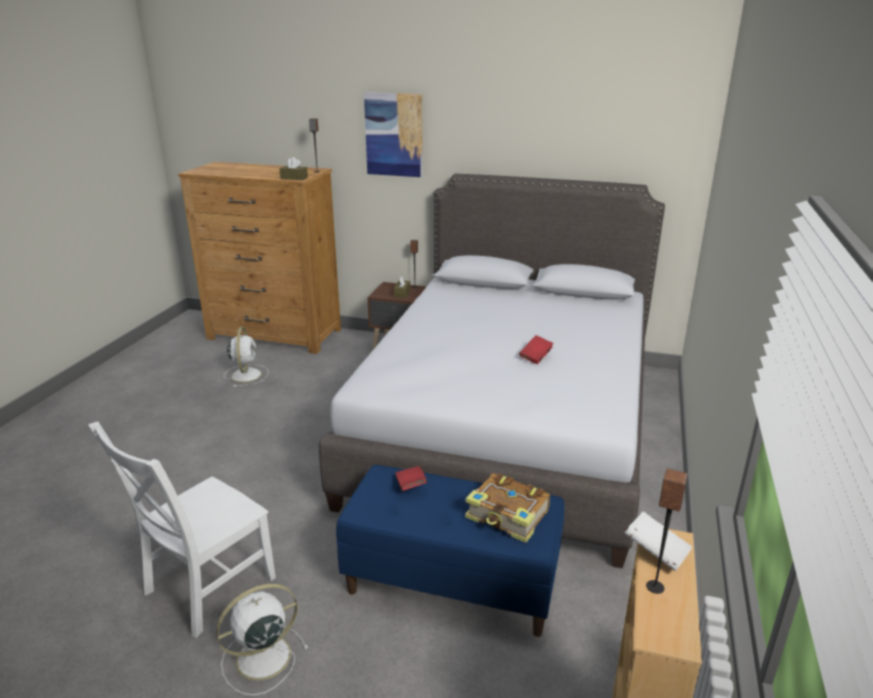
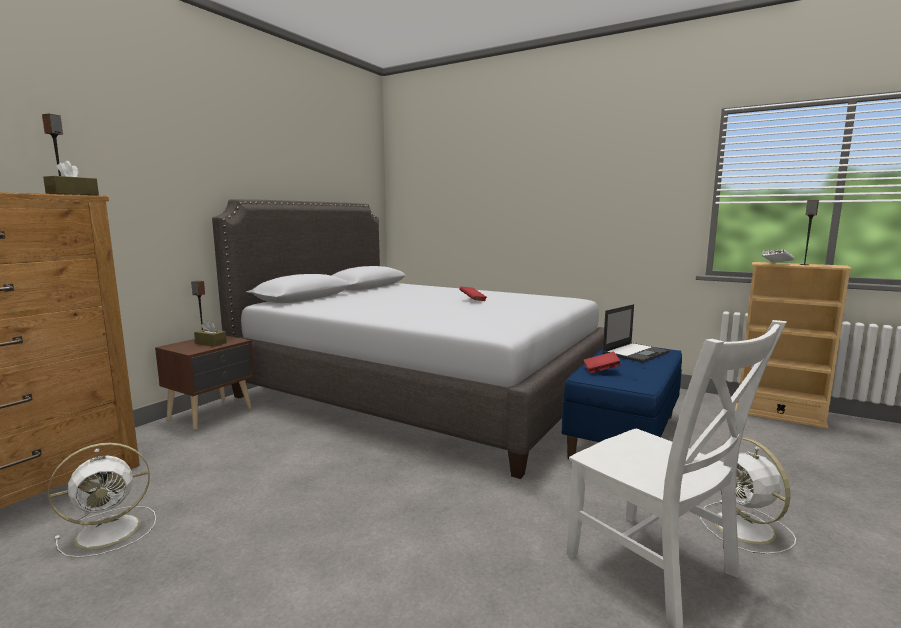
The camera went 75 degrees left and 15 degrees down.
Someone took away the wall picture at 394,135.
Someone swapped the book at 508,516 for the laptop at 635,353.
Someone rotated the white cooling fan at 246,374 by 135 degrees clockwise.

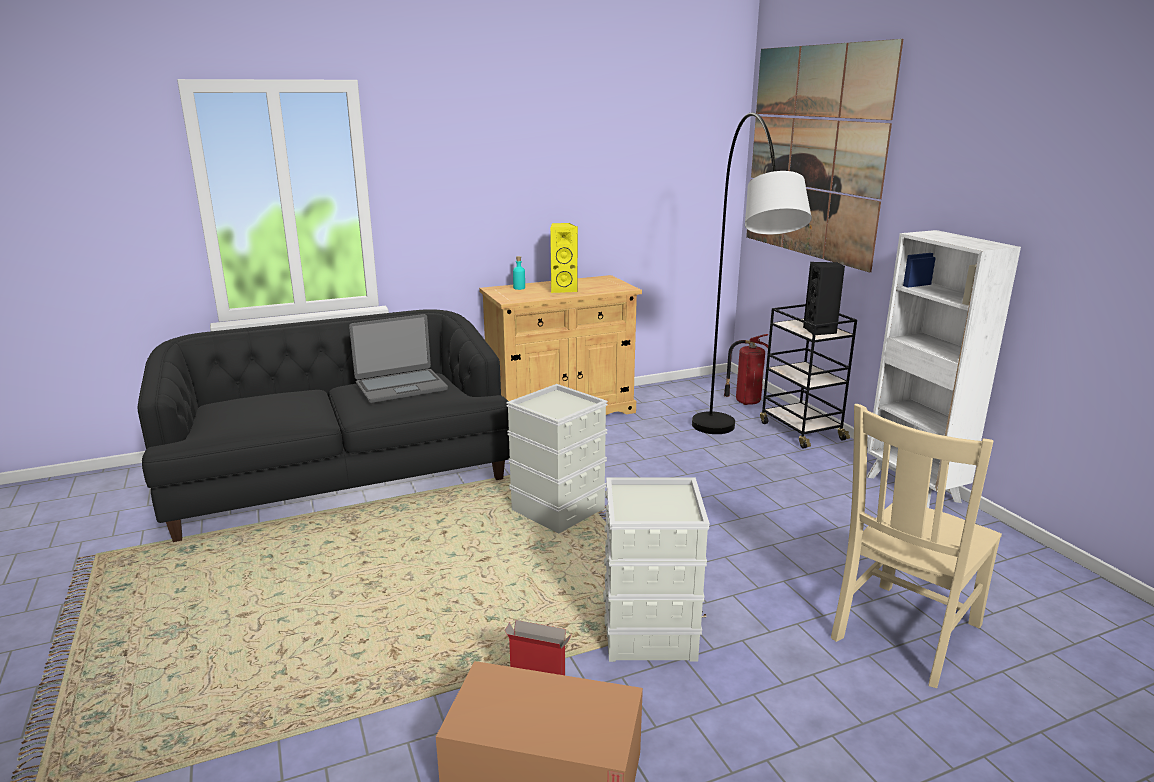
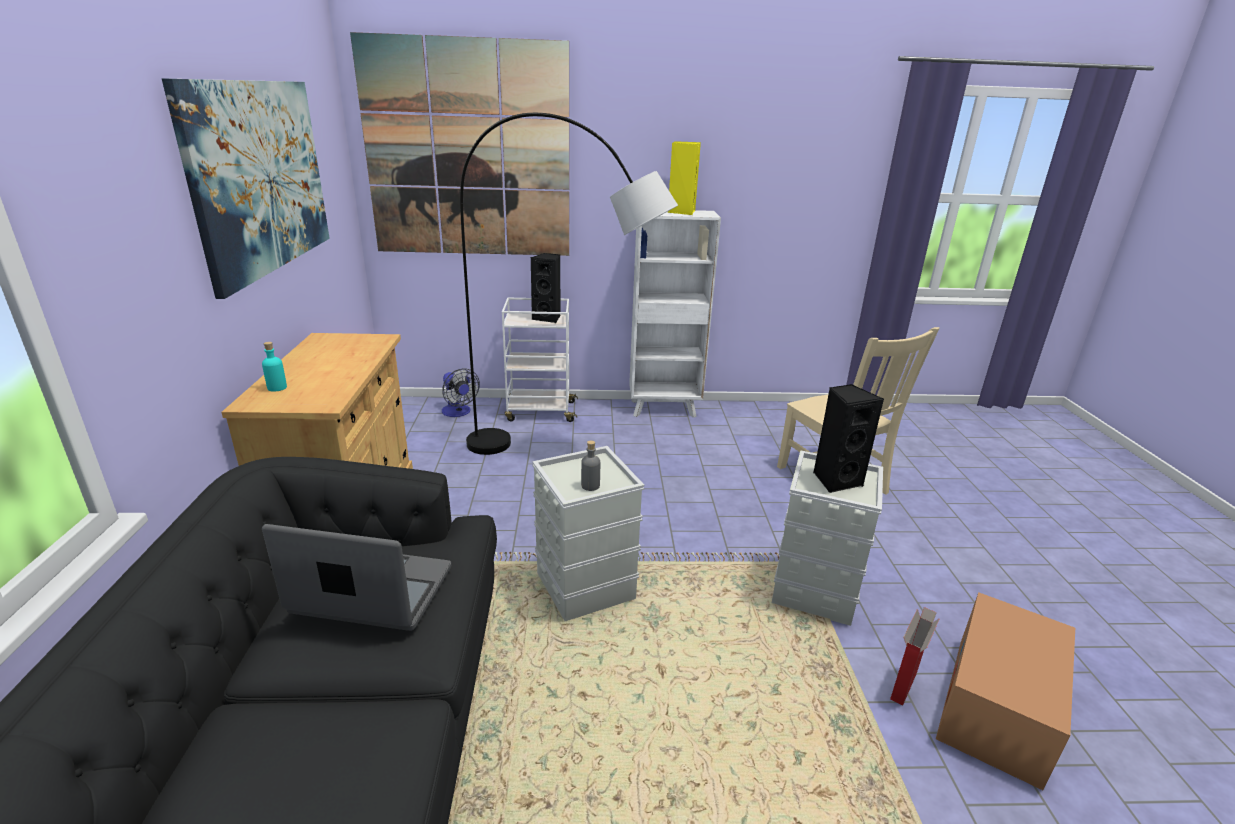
The camera went 70 degrees left and 5 degrees up.
Someone put up the wall picture at 261,177.
Someone put down the gray drink bottle at 590,486.
Someone put down the blackish audio speaker at 835,480.
Someone carried the yellow-coloured audio speaker from 563,289 to 681,212.
Someone swapped the extinguisher at 746,401 for the cooling fan at 458,412.
Someone repainted the blackish wheeled cart at 800,430, which became the white wheeled cart at 539,411.
Someone rotated the laptop at 401,387 by 75 degrees counterclockwise.

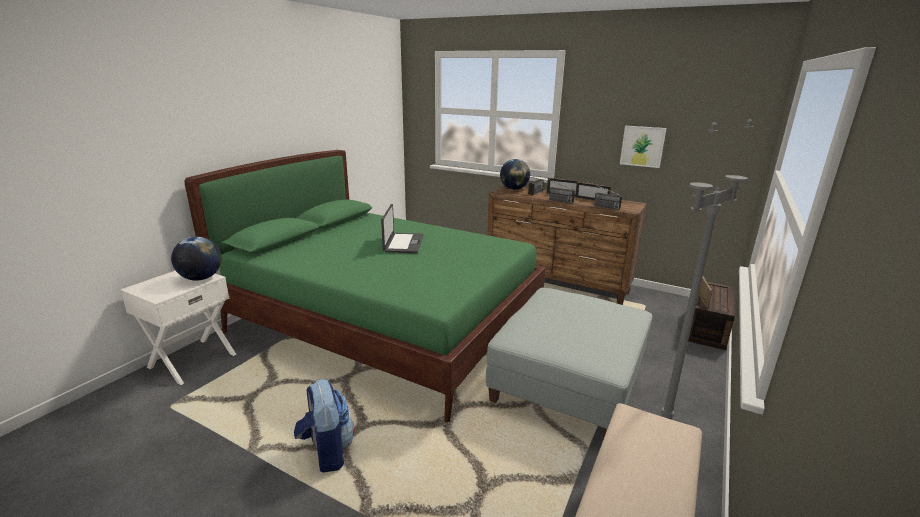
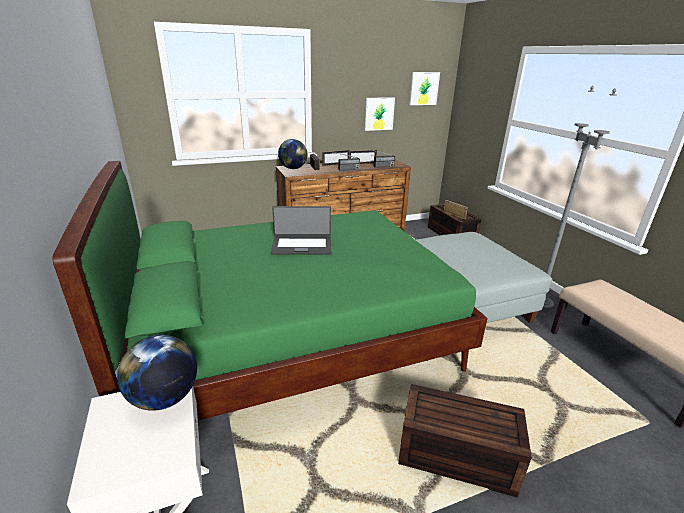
The camera went 50 degrees left and 5 degrees up.
Someone put up the wall picture at 424,88.
Someone swapped the backpack at 327,452 for the brown storage container at 454,456.
Someone rotated the laptop at 403,243 by 135 degrees clockwise.

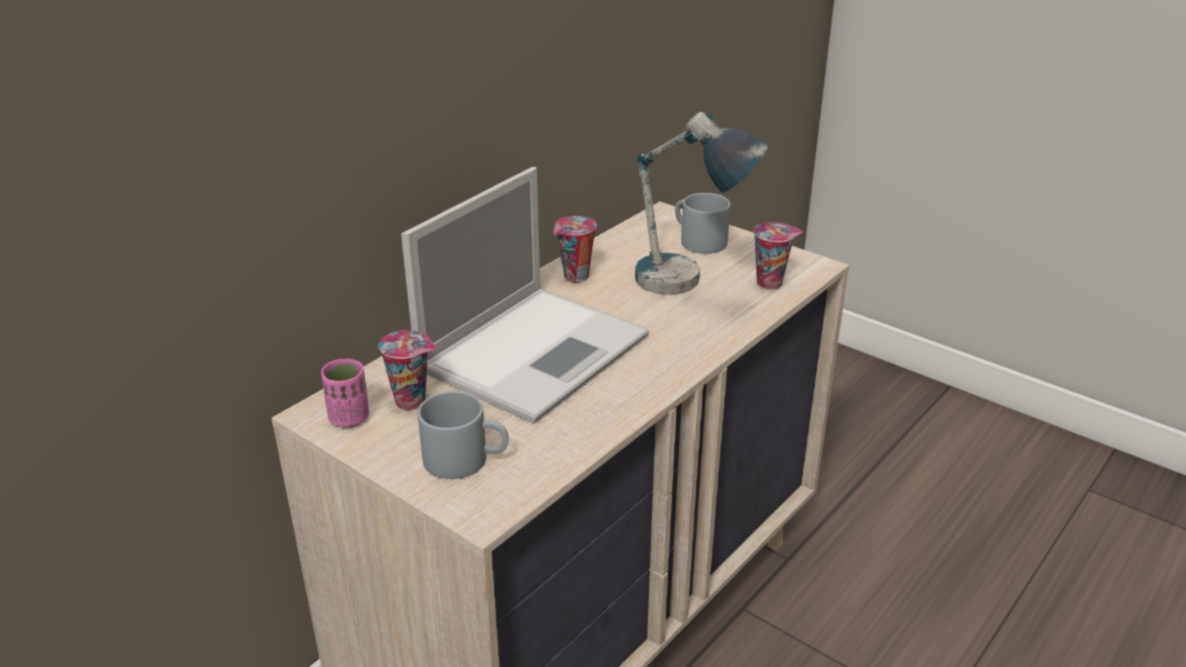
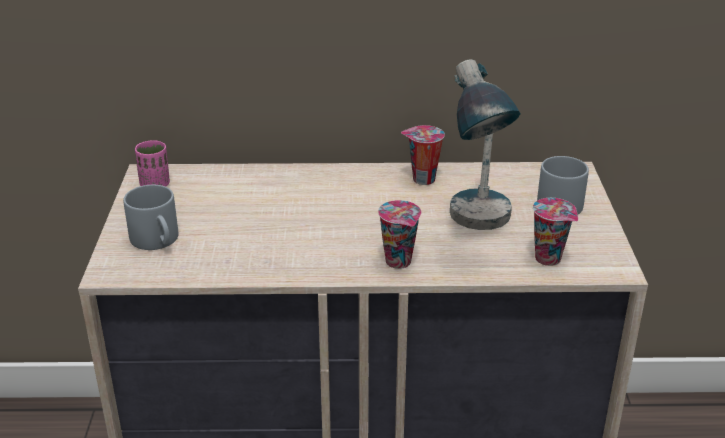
The camera went 50 degrees right and 0 degrees up.
Someone took away the laptop at 536,350.
Someone carried the small cup from 413,401 to 400,262.

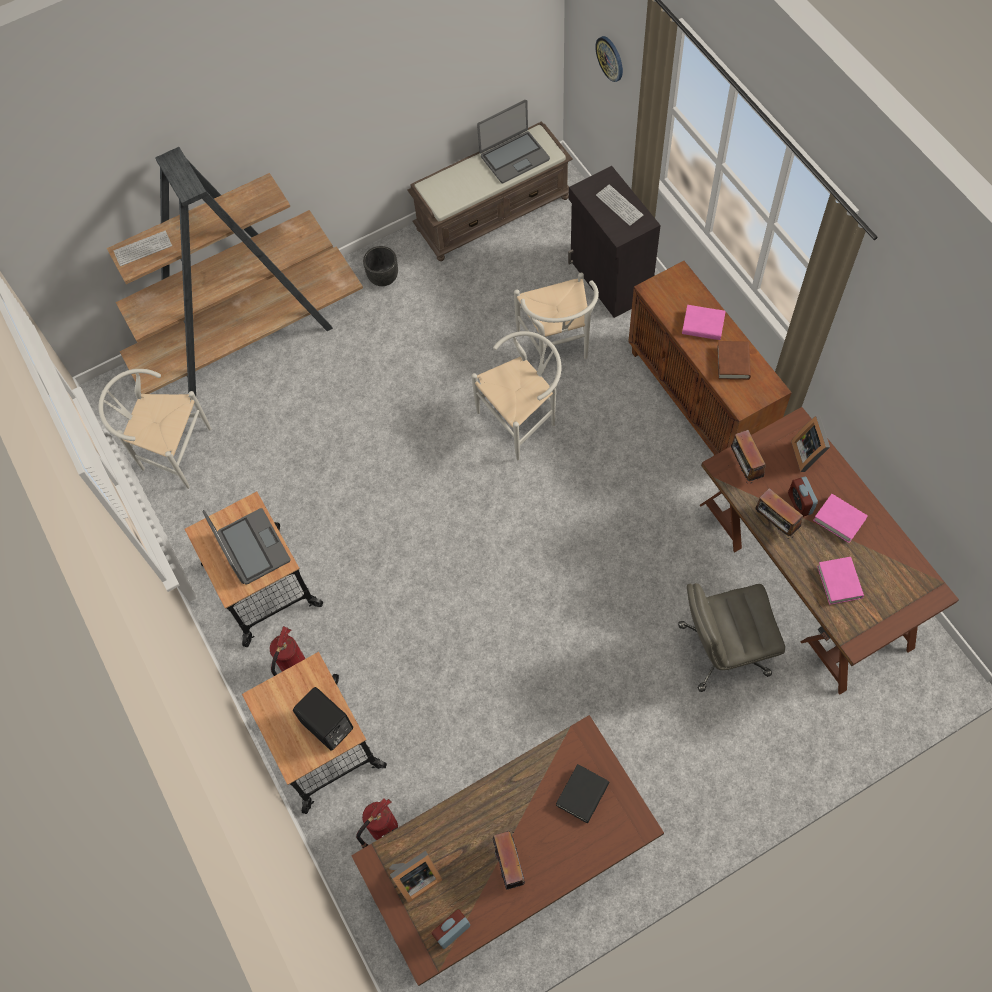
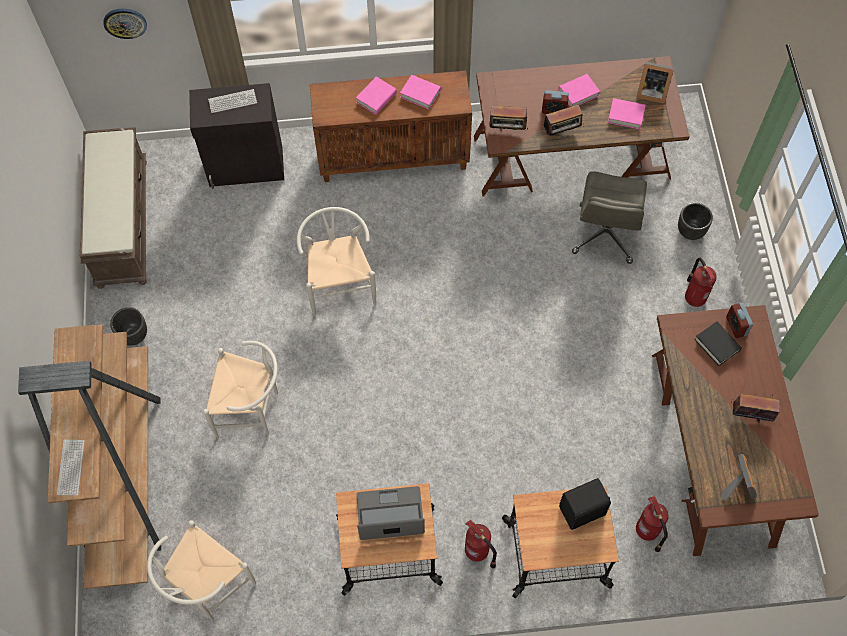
The camera went 70 degrees left and 0 degrees up.
Someone took away the laptop at 514,157.
Someone put down the blackish planter at 690,231.
Someone put down the extinguisher at 694,296.
Someone carried the alarm clock from 452,931 to 736,326.
Someone carried the white upright chair from 557,347 to 253,410.
Someone carried the picture frame from 809,453 to 651,91.
Someone repainted the brown book at 733,362, which became the pink book at 420,94.

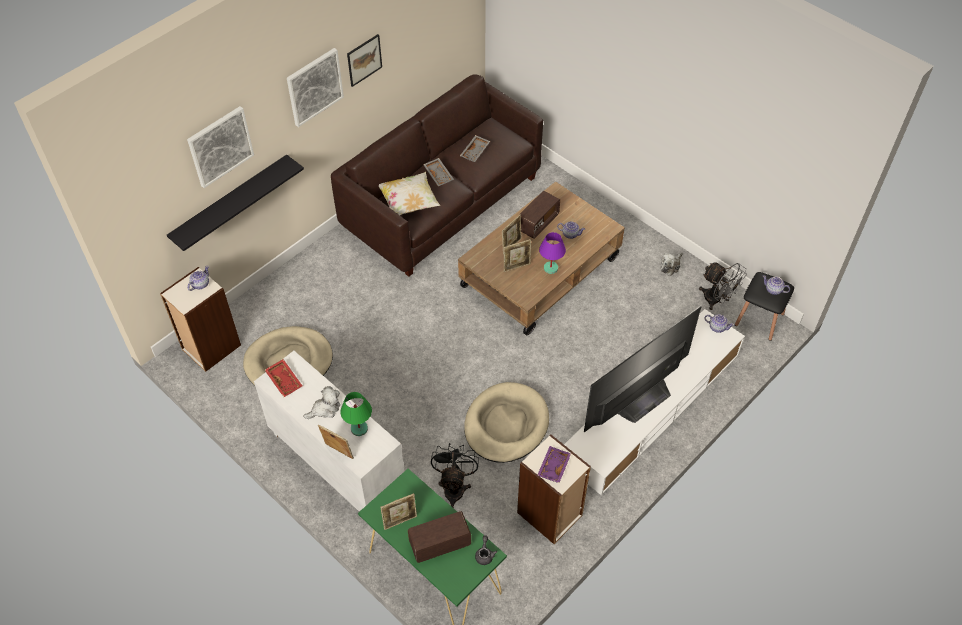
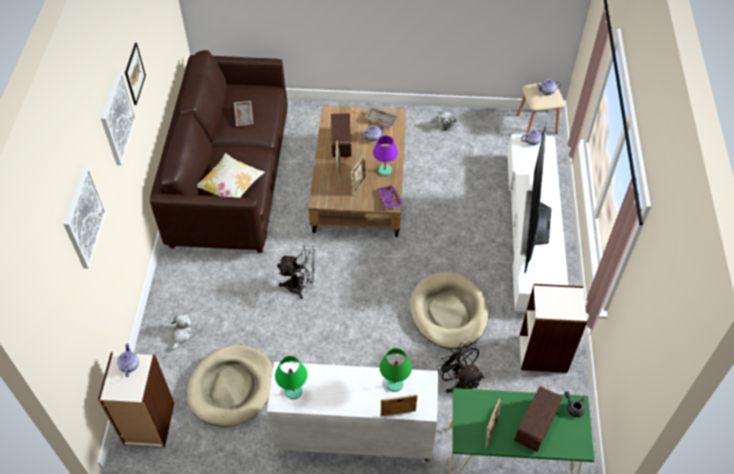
The camera went 40 degrees left and 0 degrees up.
Someone took away the blackish wall shelf at 231,203.
Someone carried the soft toy from 325,409 to 182,334.
Someone carried the gray carrying tray from 439,175 to 381,119.
Someone carried the purplish carrying tray from 553,467 to 389,200.
Someone carried the gray cooling fan from 716,300 to 300,286.
Someone swapped the reddish carrying tray at 285,380 for the green table lamp at 293,391.
Someone repainted the blackish stool at 759,319, which became the sand-coloured stool at 537,124.

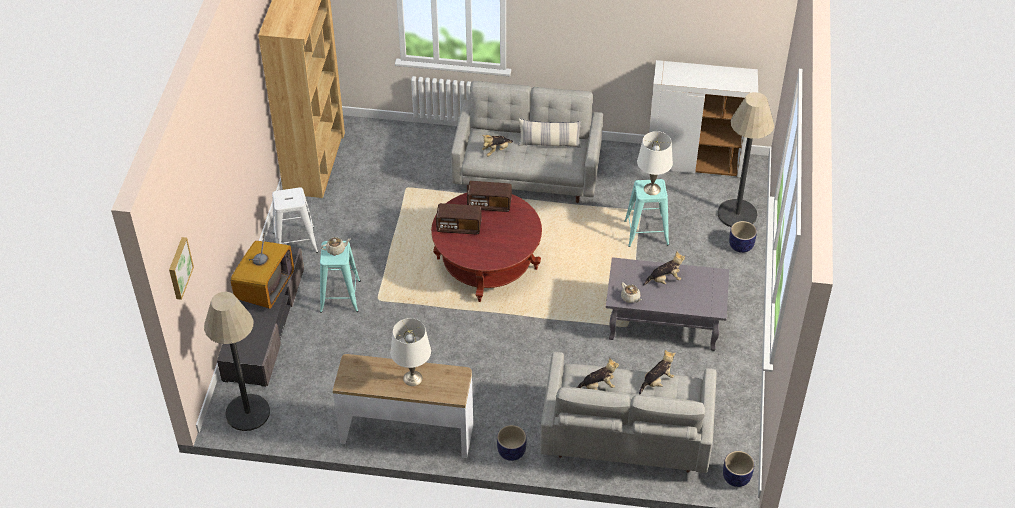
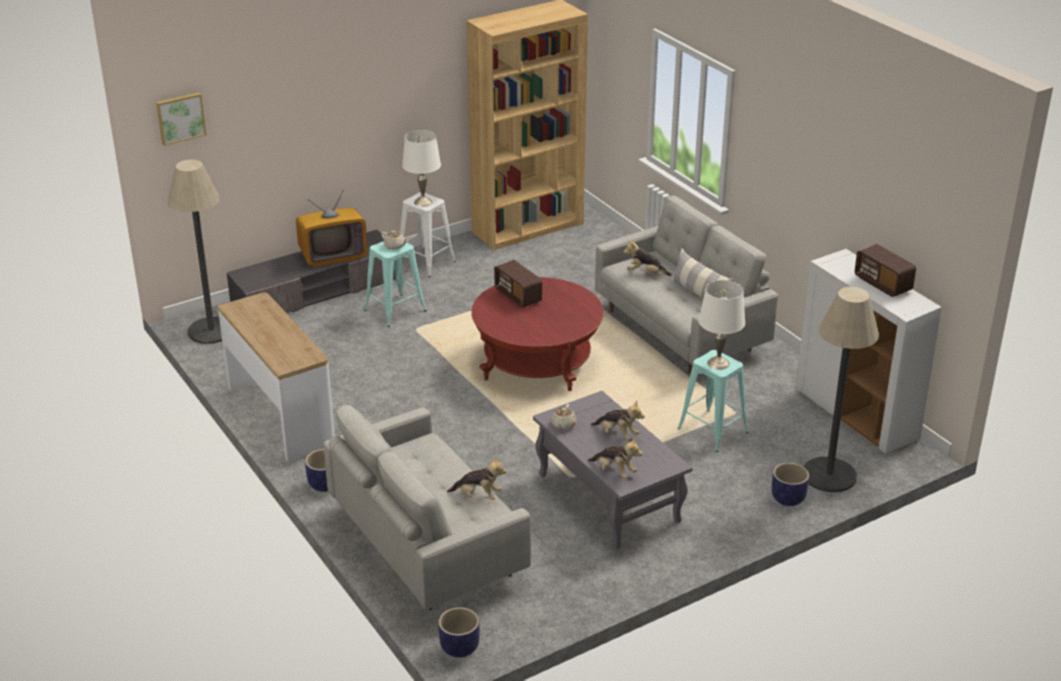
The camera went 50 degrees right and 15 degrees down.
Someone carried the white table lamp from 412,378 to 422,202.
Someone carried the radio set from 489,204 to 883,284.
Someone carried the soft toy from 597,386 to 614,471.

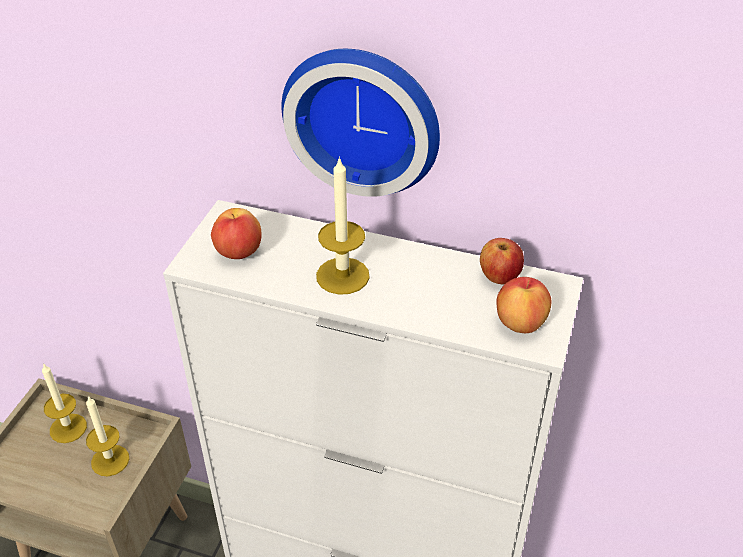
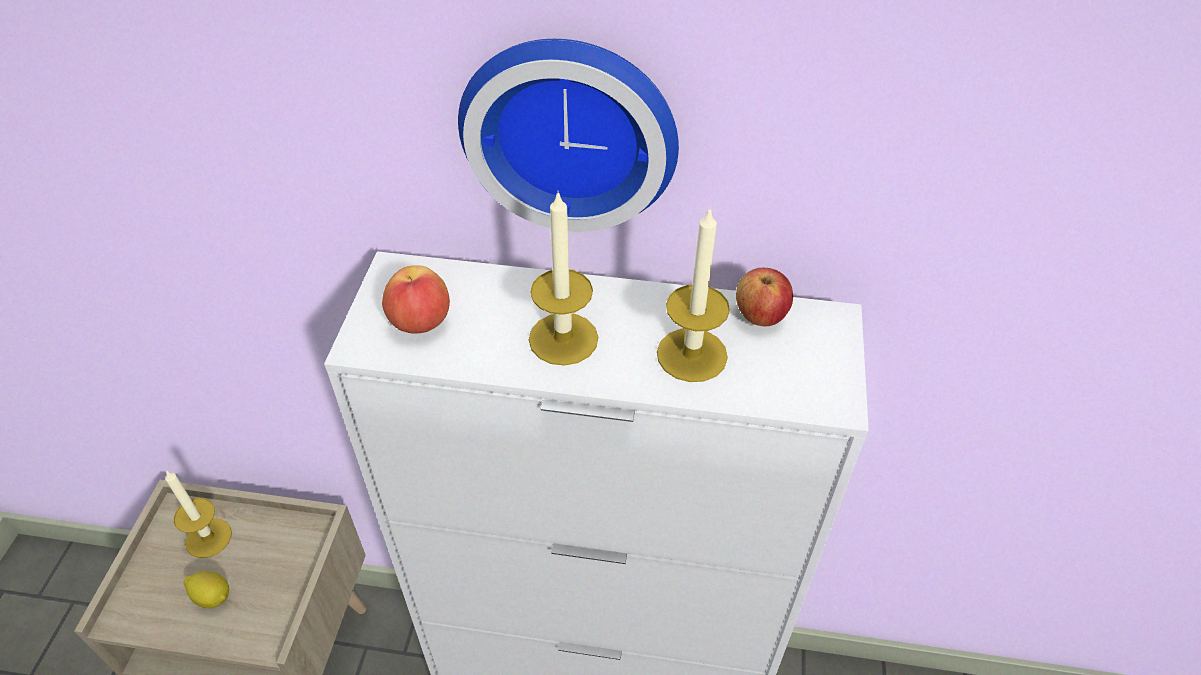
The camera went 10 degrees left and 5 degrees up.
Someone took away the apple fruit at 520,323.
Someone put down the whole lemon at 212,596.
Someone carried the wax light from 110,460 to 692,355.

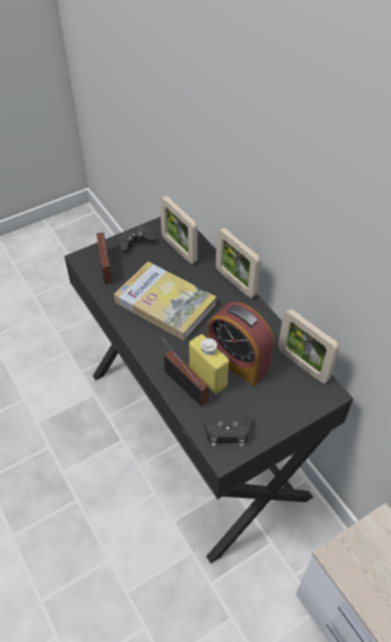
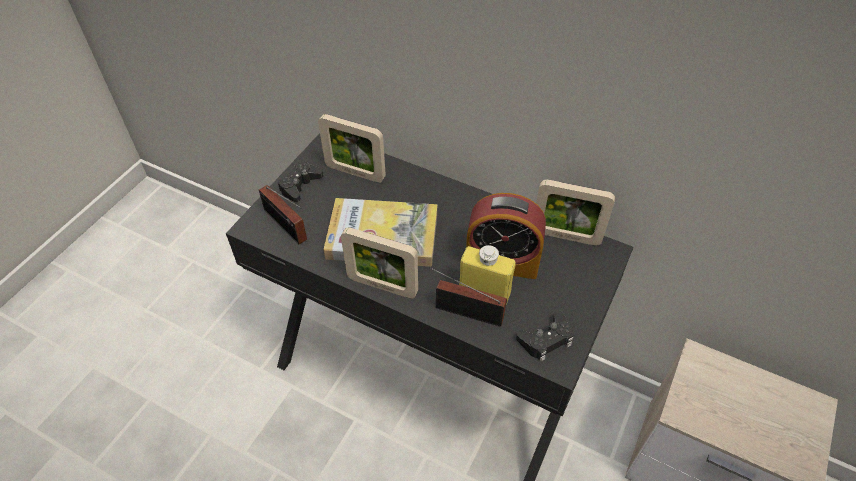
The camera went 30 degrees left and 0 degrees up.
Someone carried the picture frame from 235,282 to 382,286.

